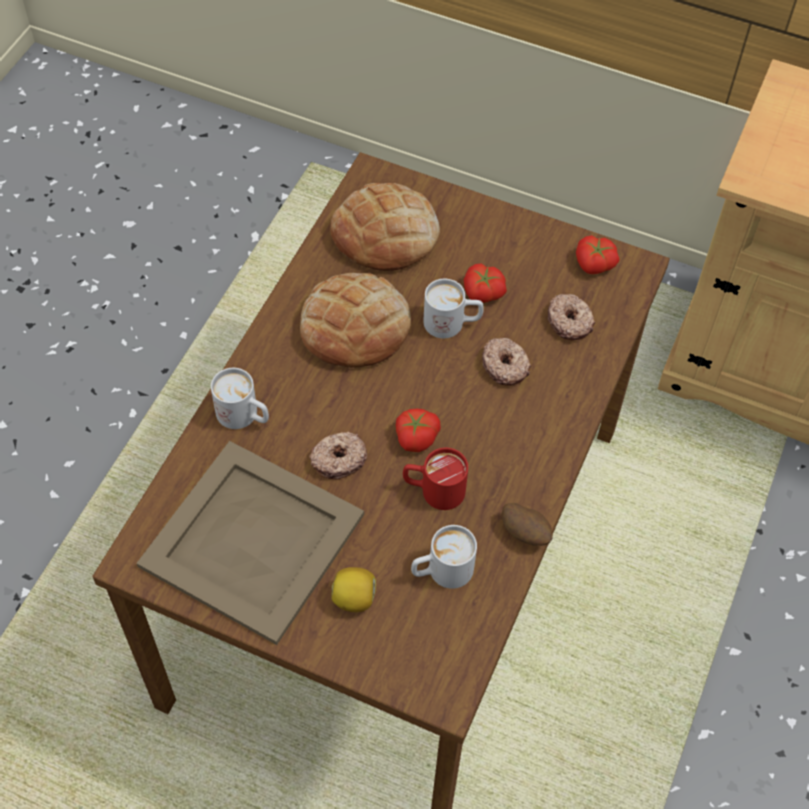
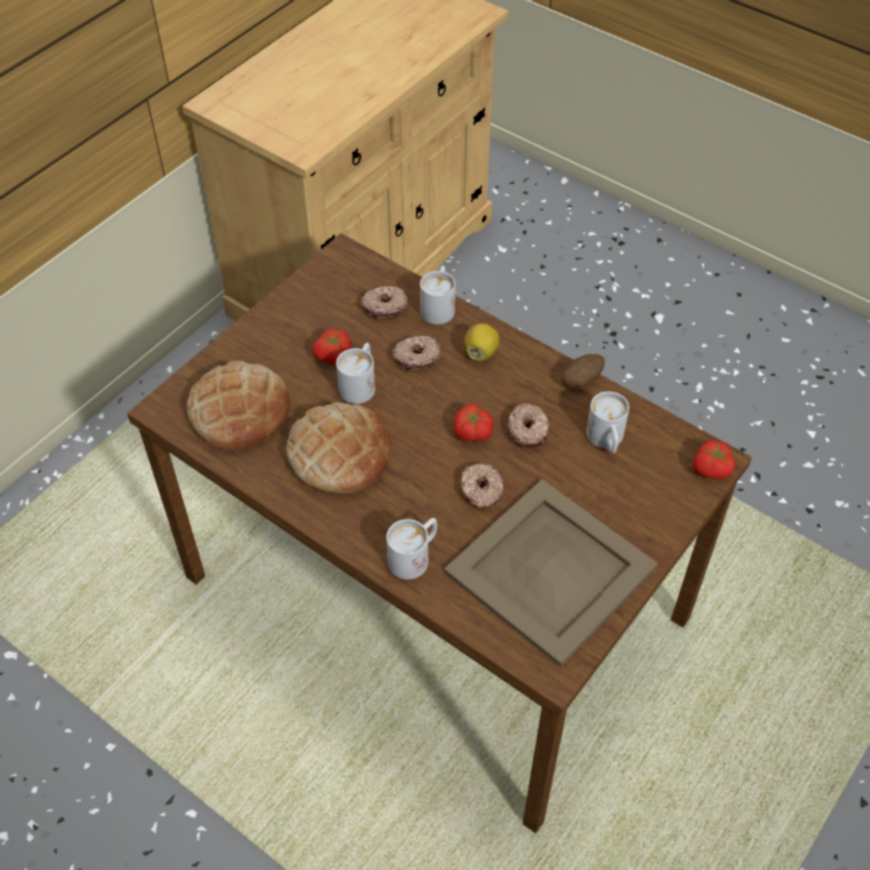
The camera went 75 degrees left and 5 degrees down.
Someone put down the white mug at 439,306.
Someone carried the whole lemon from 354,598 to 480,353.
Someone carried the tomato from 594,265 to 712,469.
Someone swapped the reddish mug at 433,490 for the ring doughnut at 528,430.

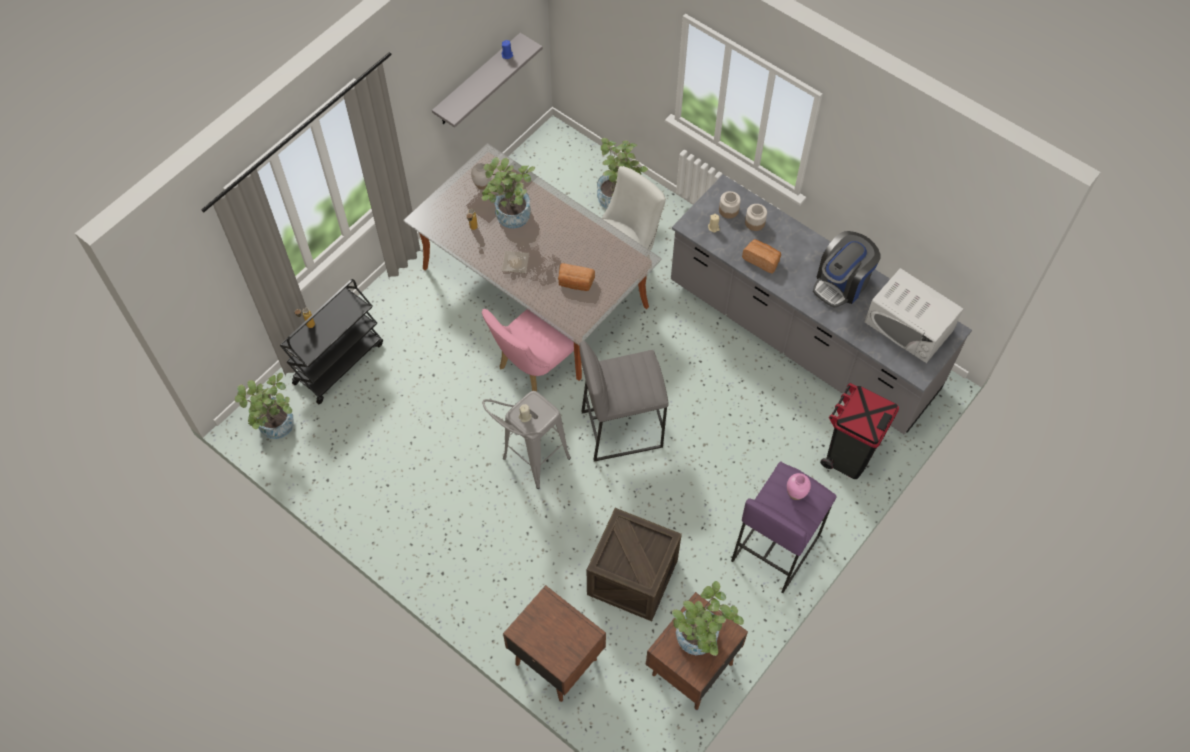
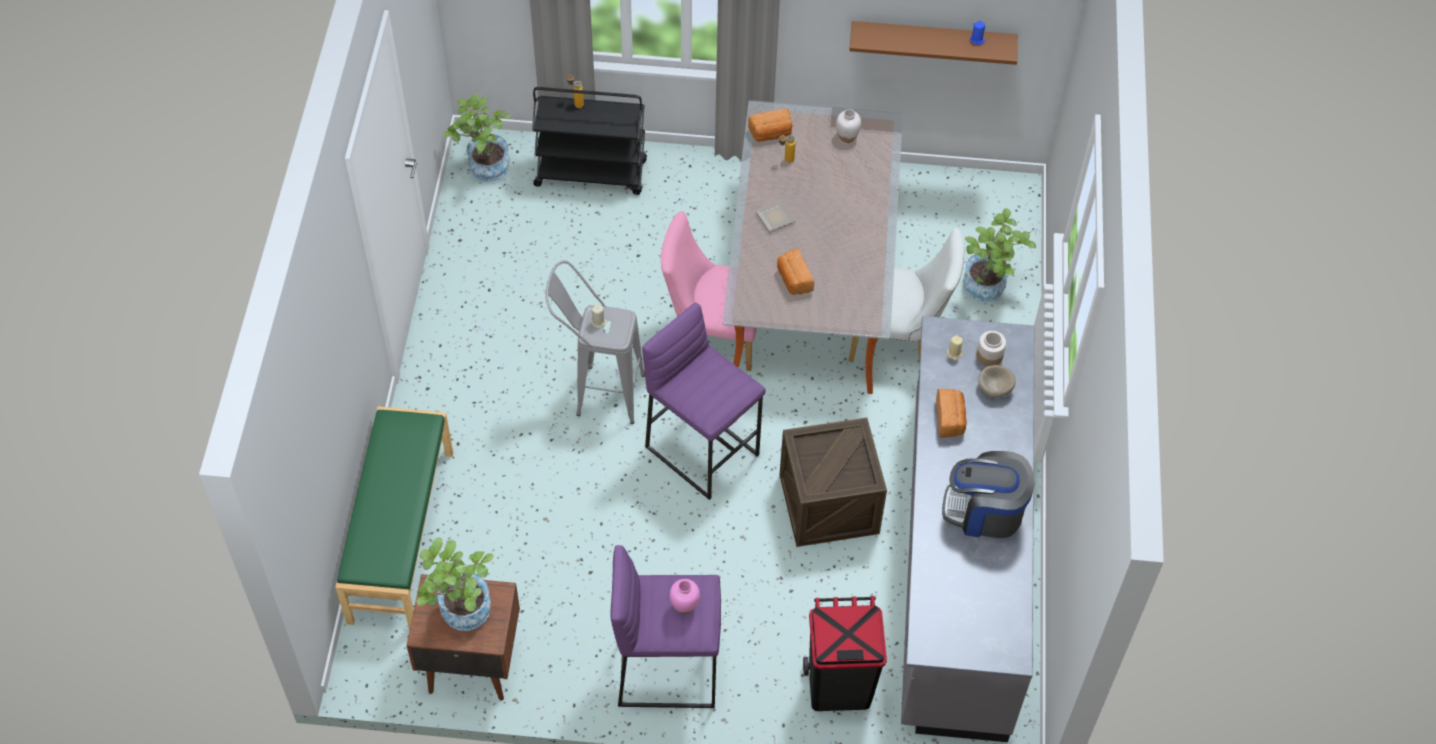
The camera went 55 degrees right and 5 degrees down.
Someone took away the potted plant at 510,219.
Someone took away the white kitchen microwave at 909,326.
Someone put down the bread at 771,133.
Someone carried the crate from 632,577 to 829,504.
Someone swapped the brown bedside table at 555,660 for the green long seat at 400,535.
Someone swapped the preserve jar at 754,223 for the sand-coloured deep dish at 994,388.
Someone repainted the gray wall shelf at 478,81, which became the brown wall shelf at 932,41.
Someone repainted the gray stool at 621,428, which became the purplish stool at 703,450.

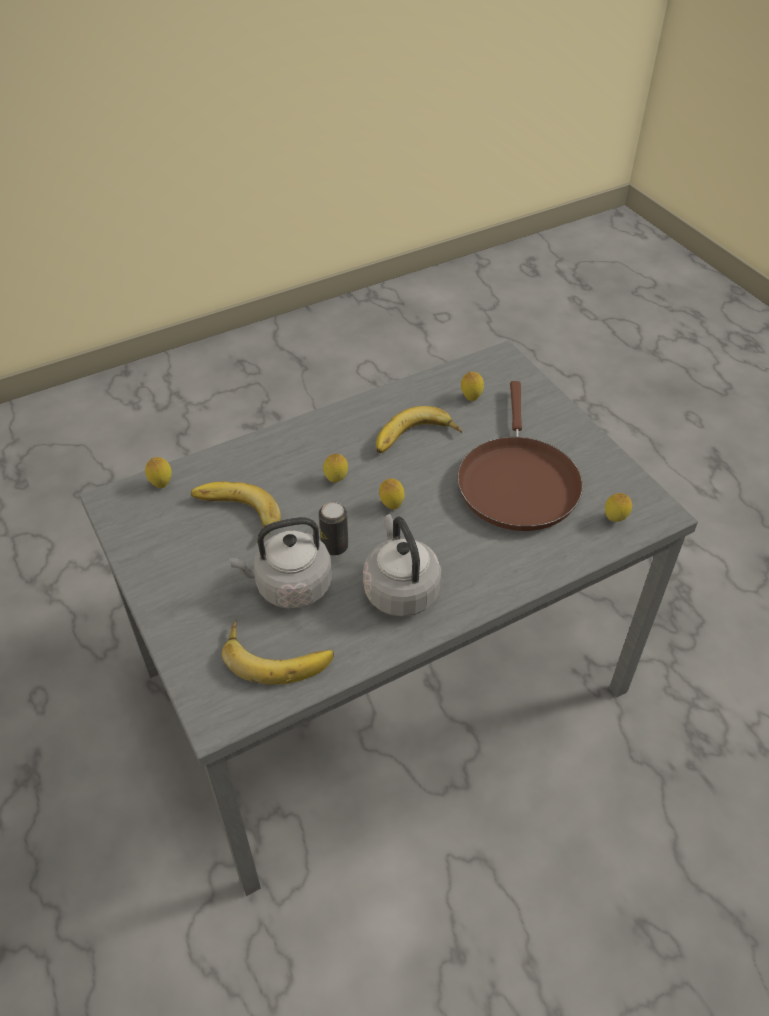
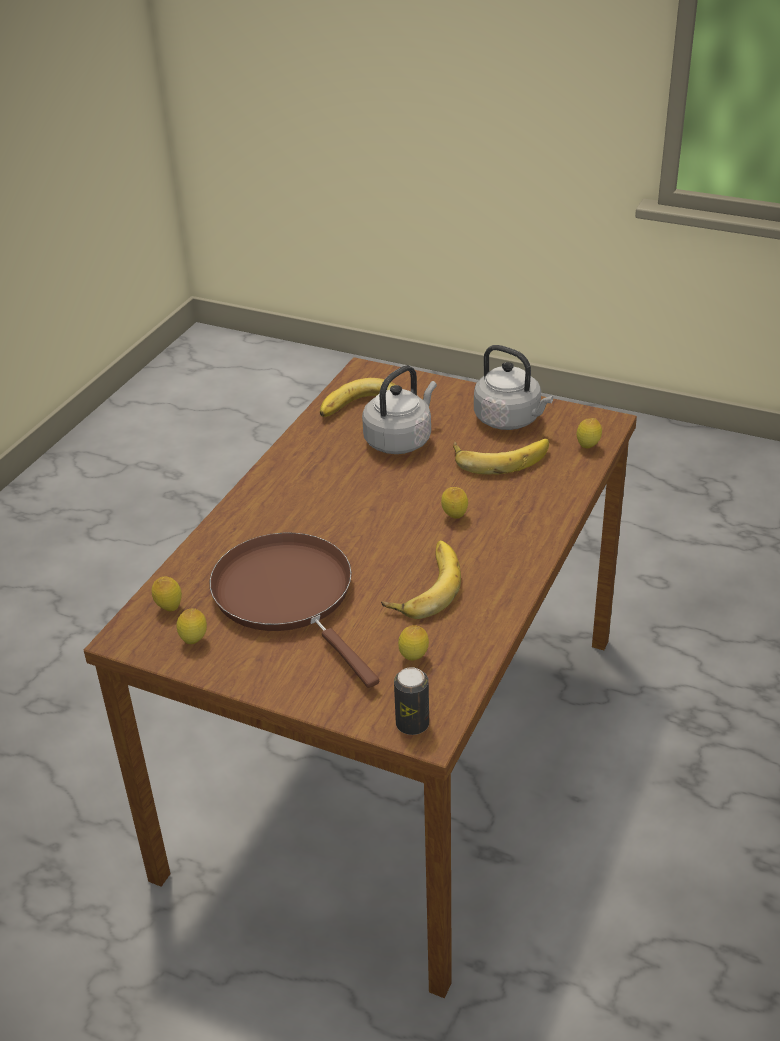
The camera went 145 degrees right and 10 degrees down.
Someone carried the sealed can from 334,546 to 412,724.
Someone carried the gray tea kettle from 400,589 to 510,420.
Someone carried the whole lemon from 391,505 to 194,641.
Someone repainted the gray dinner table at 383,683, which became the brown dinner table at 398,747.

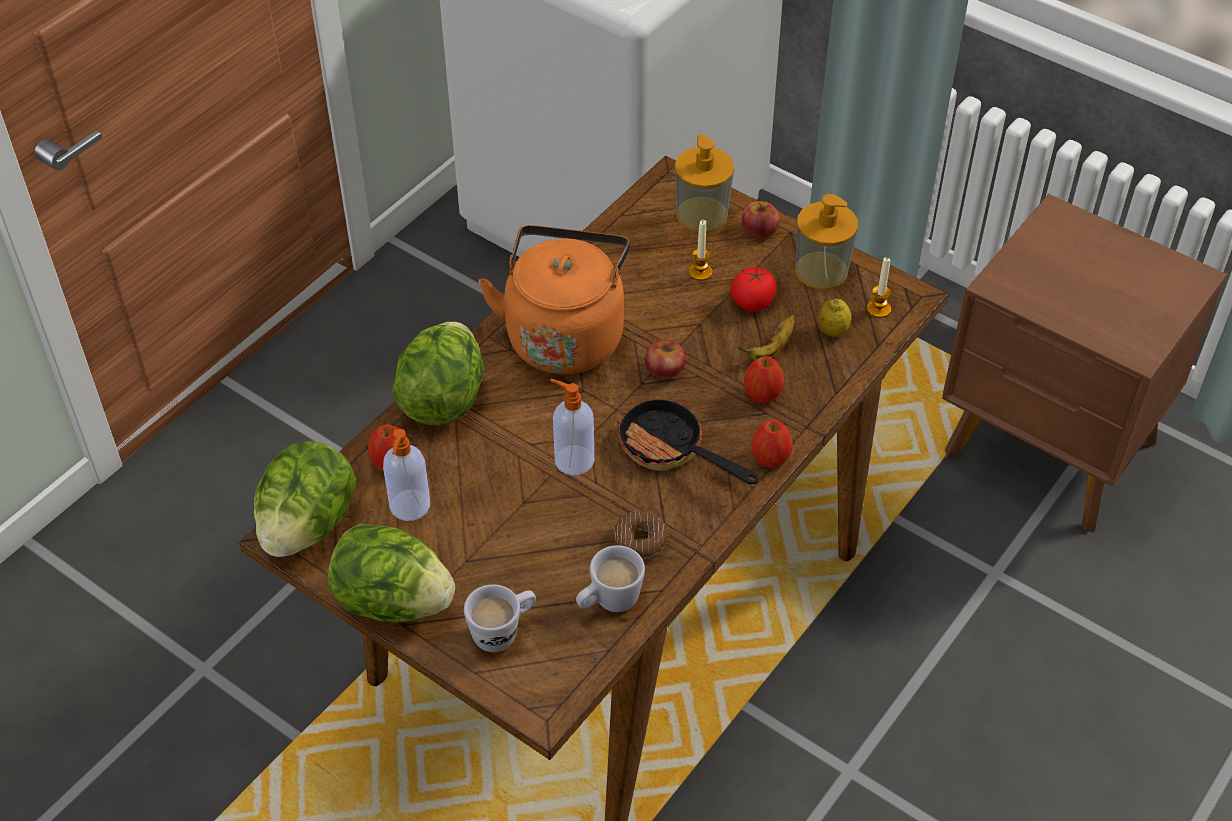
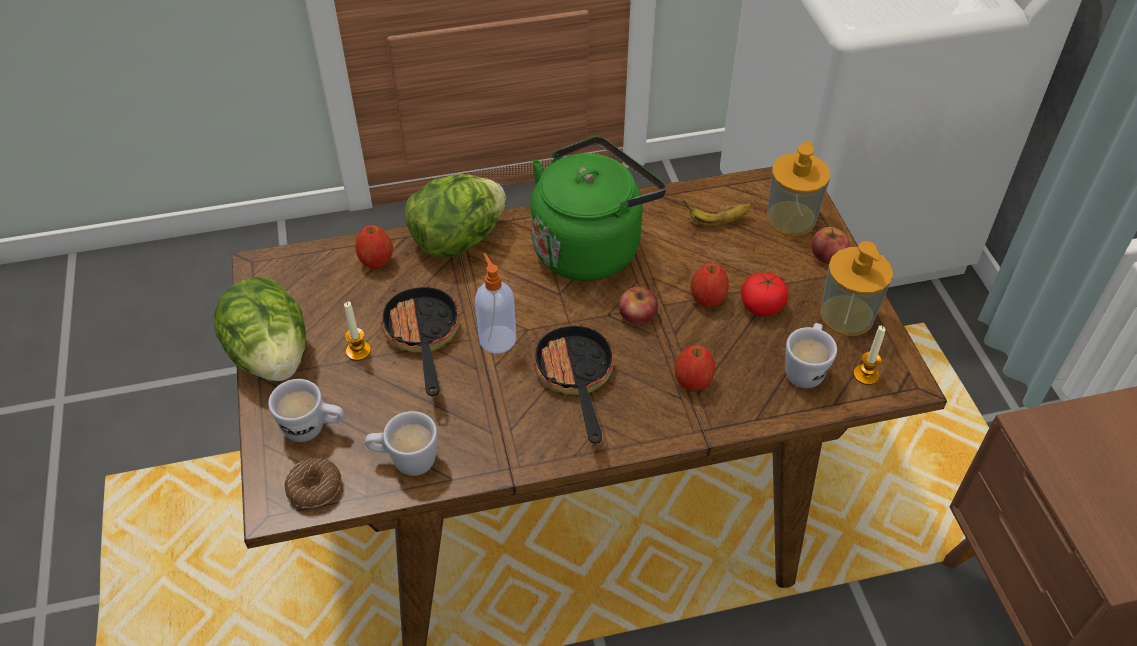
The camera went 40 degrees right and 0 degrees up.
Someone took away the lettuce head at 308,525.
Someone took away the soap bottle at 409,507.
Someone put down the frying pan at 422,337.
Someone carried the ring doughnut from 640,540 to 315,488.
Someone carried the wax light from 700,272 to 358,351.
Someone carried the banana fruit from 771,349 to 717,222.
Someone carried the apple fruit from 770,458 to 707,299.
Someone swapped the whole lemon at 832,331 for the white mug at 806,368.
Someone repainted the orange-coloured tea kettle at 565,334, which became the green tea kettle at 590,246.

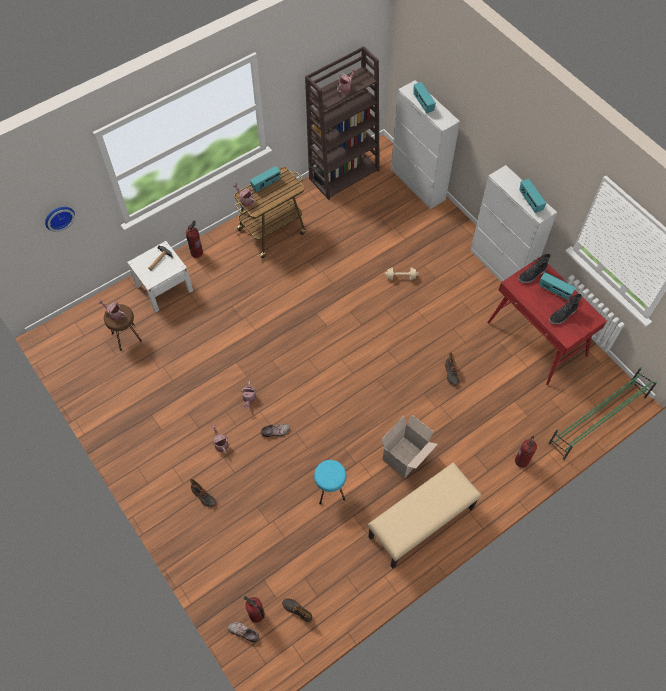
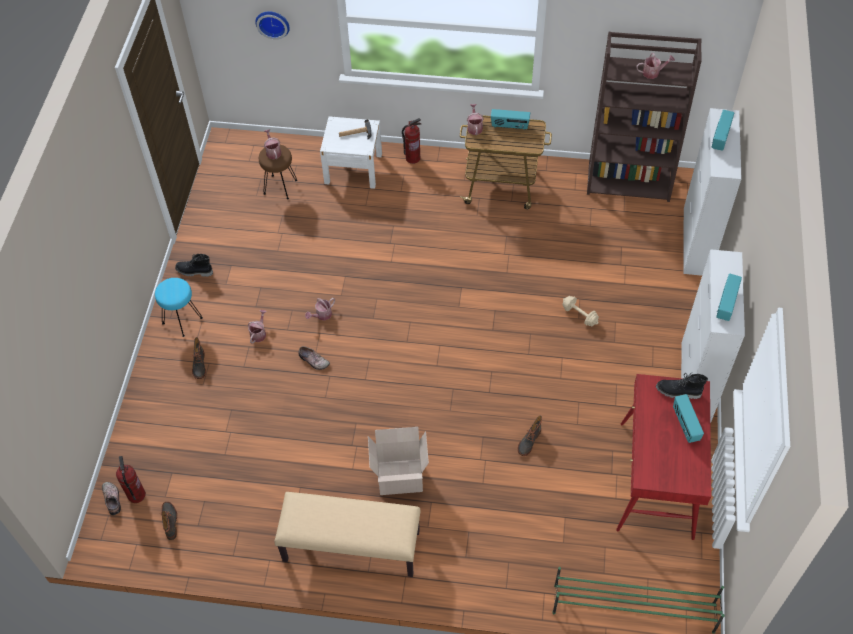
The camera went 45 degrees right and 5 degrees down.
Someone took away the extinguisher at 522,461.
Someone carried the turquoise-coloured stool from 330,490 to 182,320.
Someone carried the blackish boot from 562,316 to 194,271.

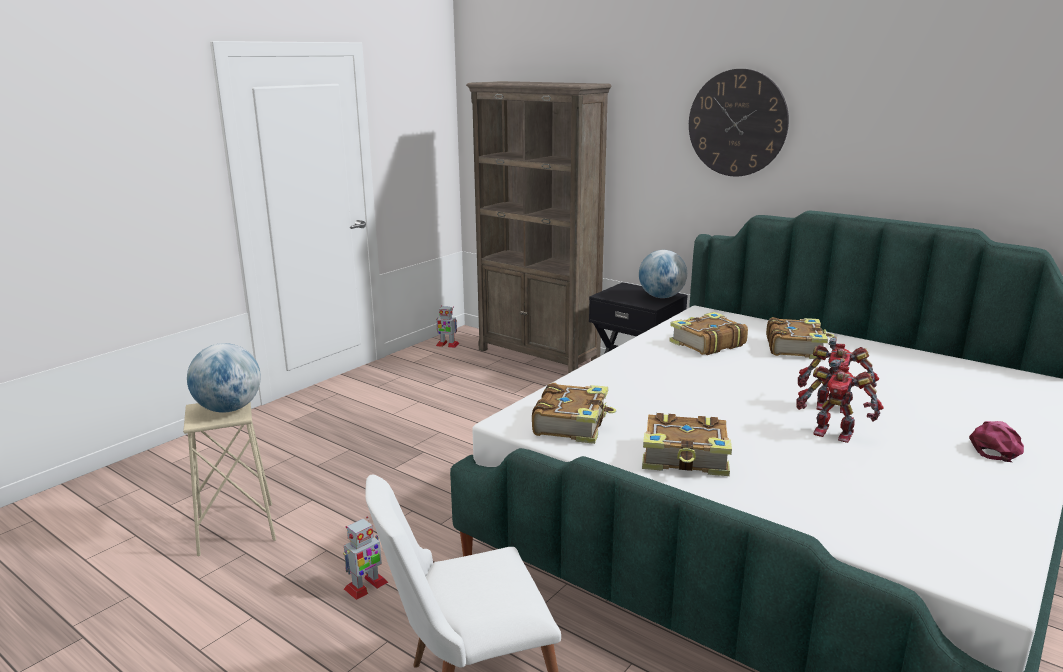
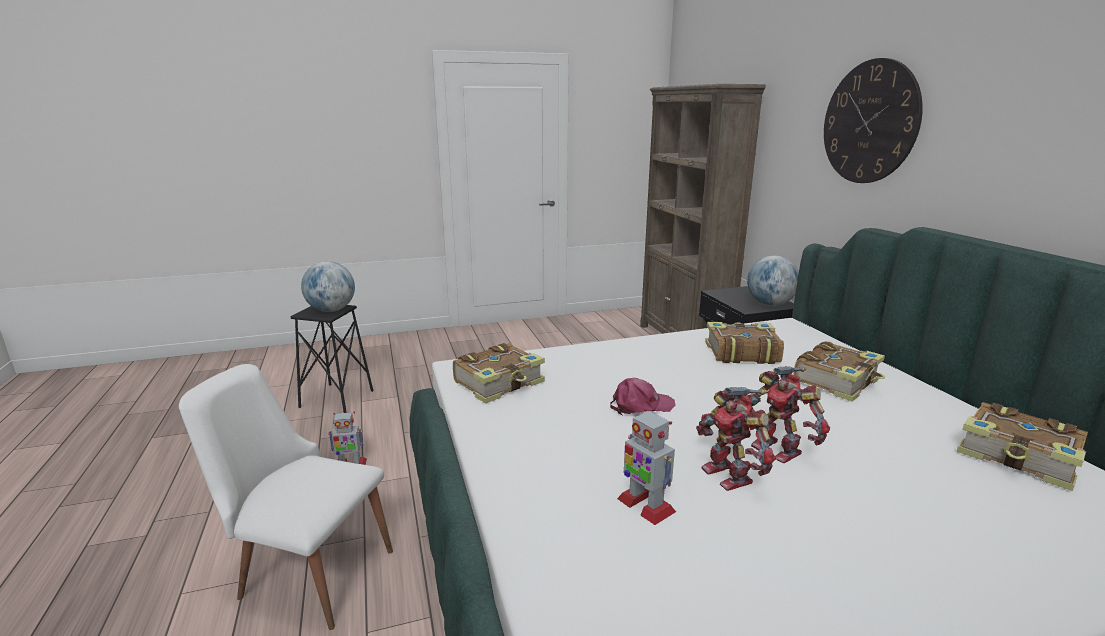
The camera went 35 degrees right and 0 degrees up.
Someone carried the model robot from 447,344 to 645,505.
Someone carried the book from 686,458 to 1019,458.
Someone carried the pink cap from 997,448 to 640,405.
Someone repainted the sand-coloured stool at 236,528, which became the blackish stool at 337,399.

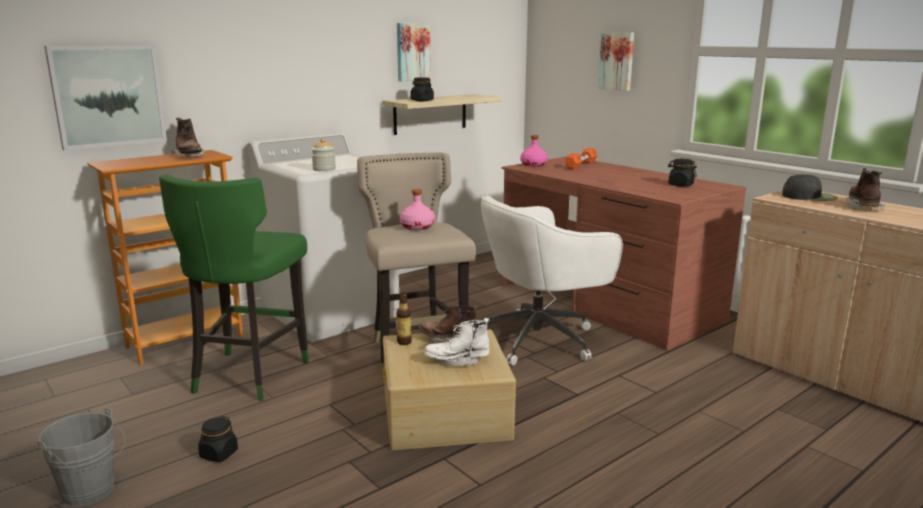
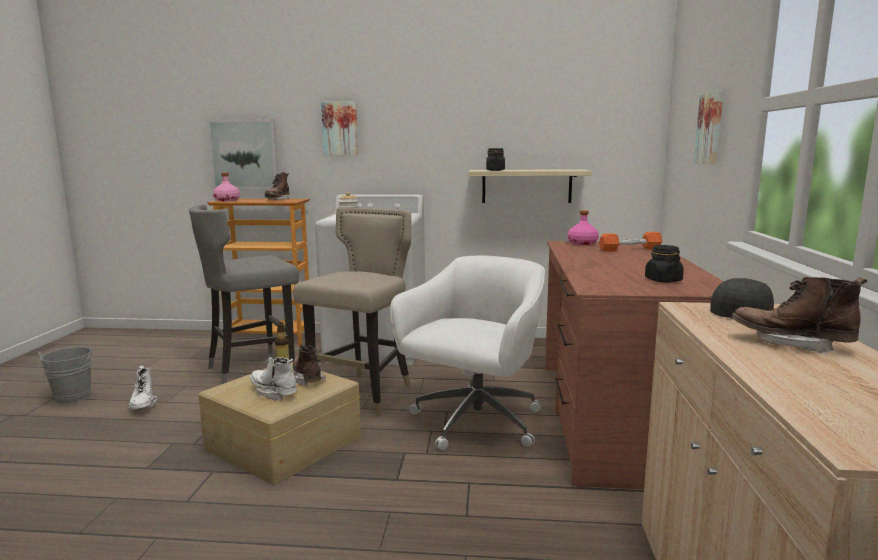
The camera went 45 degrees right and 5 degrees down.
Someone carried the wall picture from 412,52 to 340,128.
Someone carried the pink drink bottle from 417,227 to 227,200.
Someone swapped the blackish preserve jar at 219,454 for the white boot at 143,406.
Someone repainted the green stool at 249,374, which became the gray stool at 252,369.
Someone rotated the white desk chair at 540,339 by 105 degrees clockwise.
Someone rotated the brown boot at 862,206 by 120 degrees counterclockwise.

